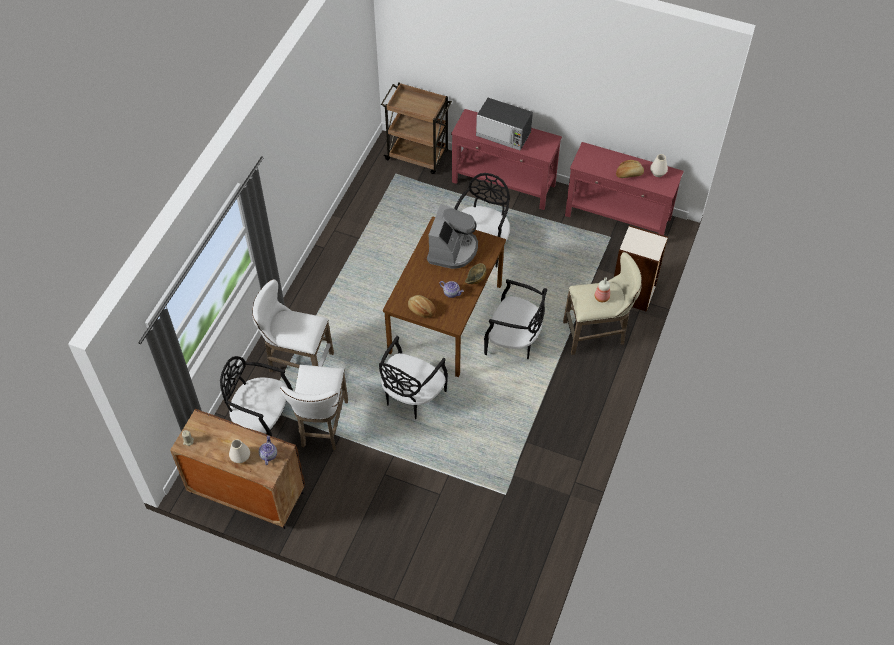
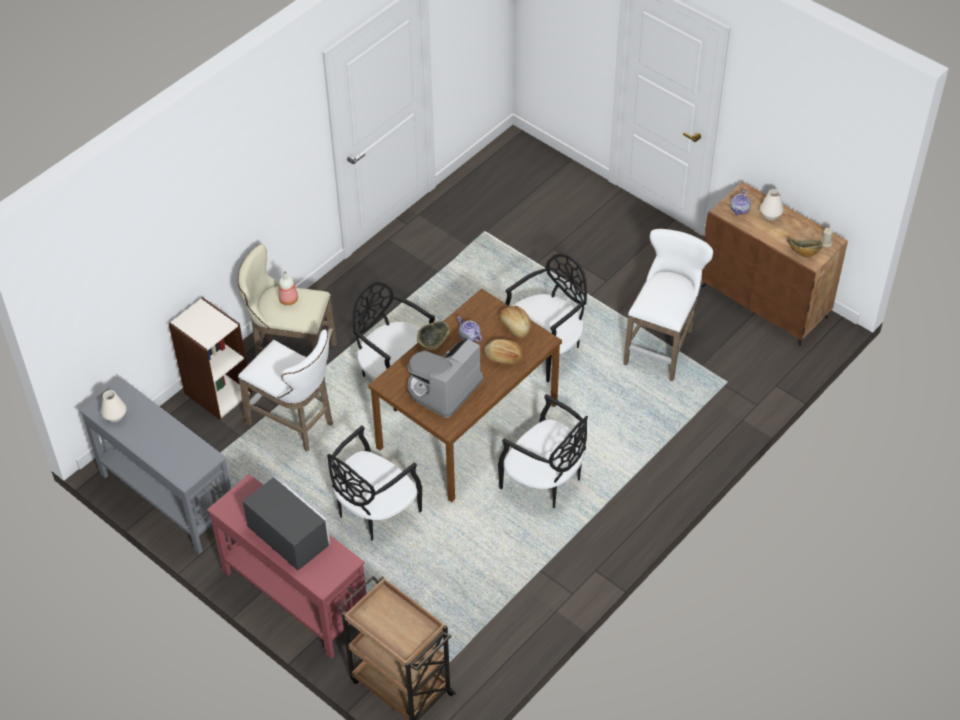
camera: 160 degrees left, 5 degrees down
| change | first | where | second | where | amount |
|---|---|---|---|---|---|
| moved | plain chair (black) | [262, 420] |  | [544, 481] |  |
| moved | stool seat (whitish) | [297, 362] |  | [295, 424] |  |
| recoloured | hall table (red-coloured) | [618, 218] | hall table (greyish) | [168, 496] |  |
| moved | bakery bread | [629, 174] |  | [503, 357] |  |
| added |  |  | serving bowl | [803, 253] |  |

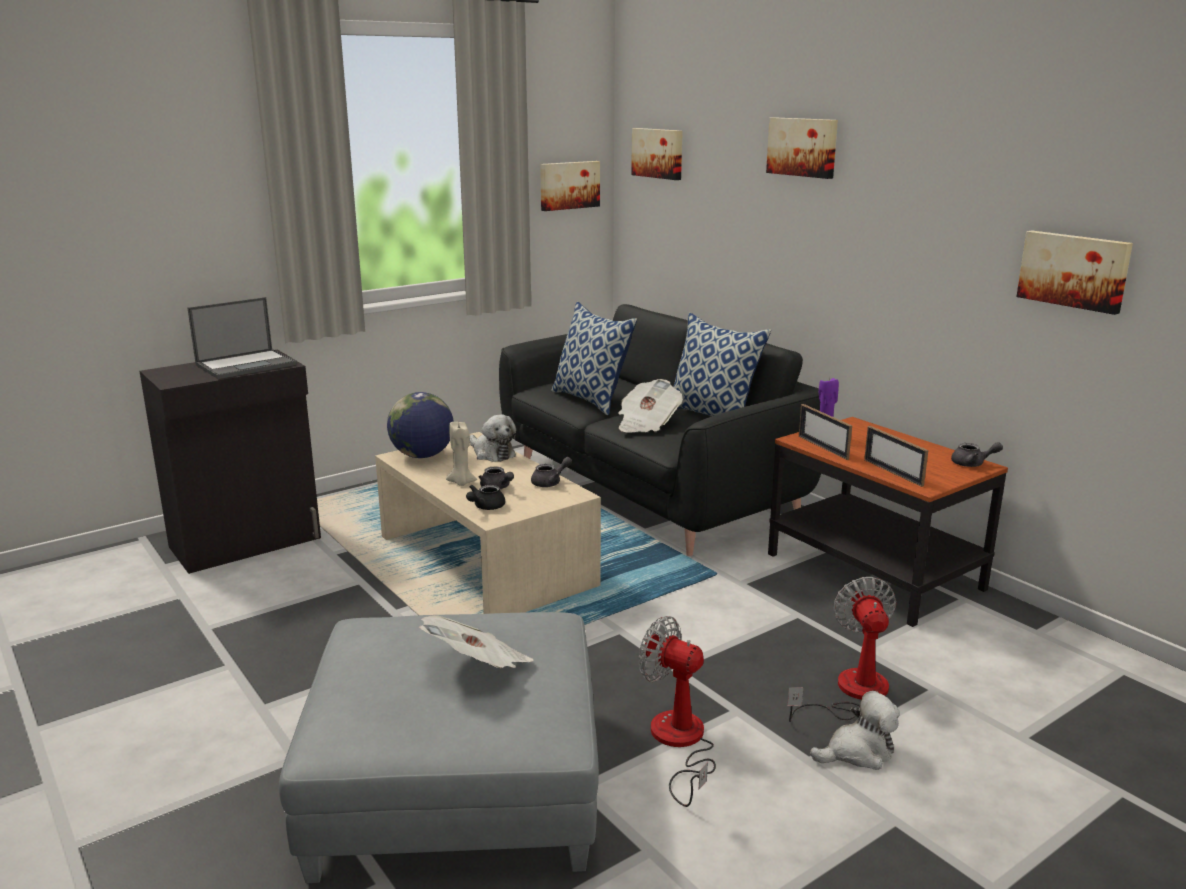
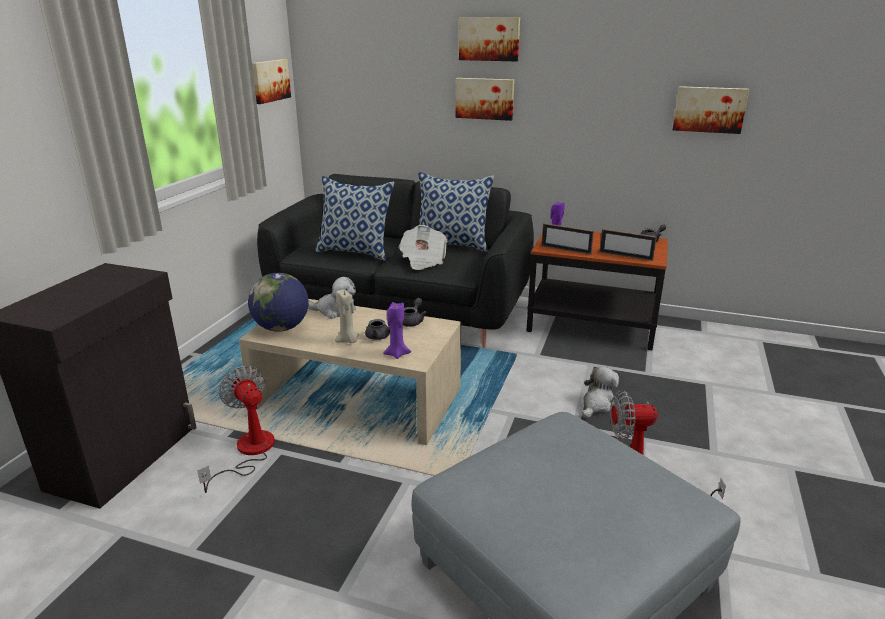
camera: 35 degrees left, 5 degrees up
| change | first | where | second | where | amount |
|---|---|---|---|---|---|
| removed | laptop | [247, 365] |  |  |  |
| removed | newspaper | [478, 667] |  |  |  |
| replaced | teapot (black) | [485, 507] | wax candle (purplish) | [397, 354] |  |
| moved | wall art | [658, 153] |  | [484, 98] |  |
| moved | electric fan | [850, 693] |  | [248, 452] |  |
| moved | soft toy | [858, 752] |  | [597, 405] |  |

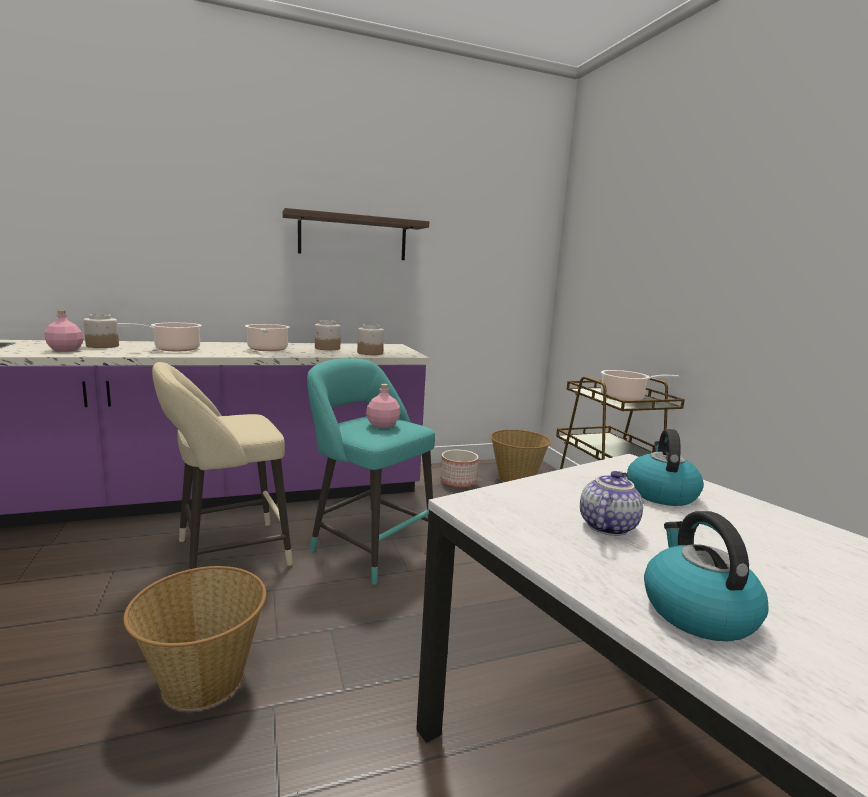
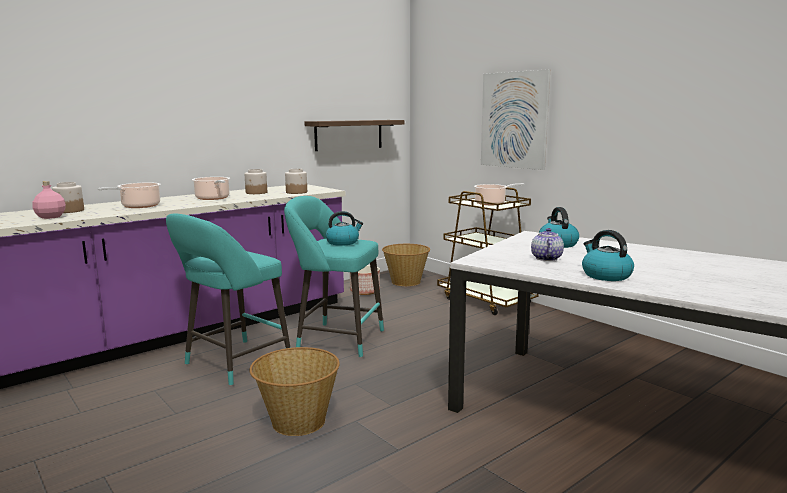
camera: 20 degrees left, 0 degrees up
| change | first | where | second | where | amount |
|---|---|---|---|---|---|
| recoloured | stool seat (beige) | [225, 554] | stool seat (blue-green) | [233, 364] |  |
| moved | shelf | [353, 237] |  | [349, 135] |  |
| replaced | bottle (pinkish) | [382, 425] | water kettle | [343, 242] |  |
| added |  |  | wall art | [514, 120] |  |

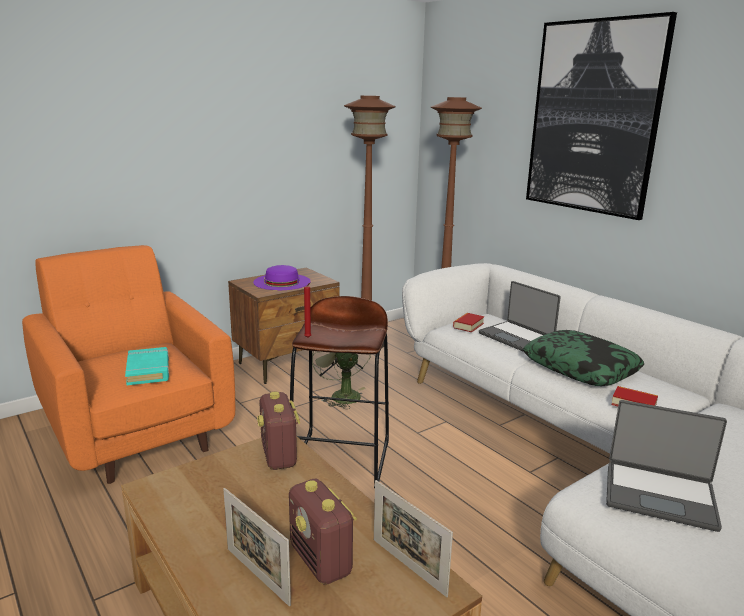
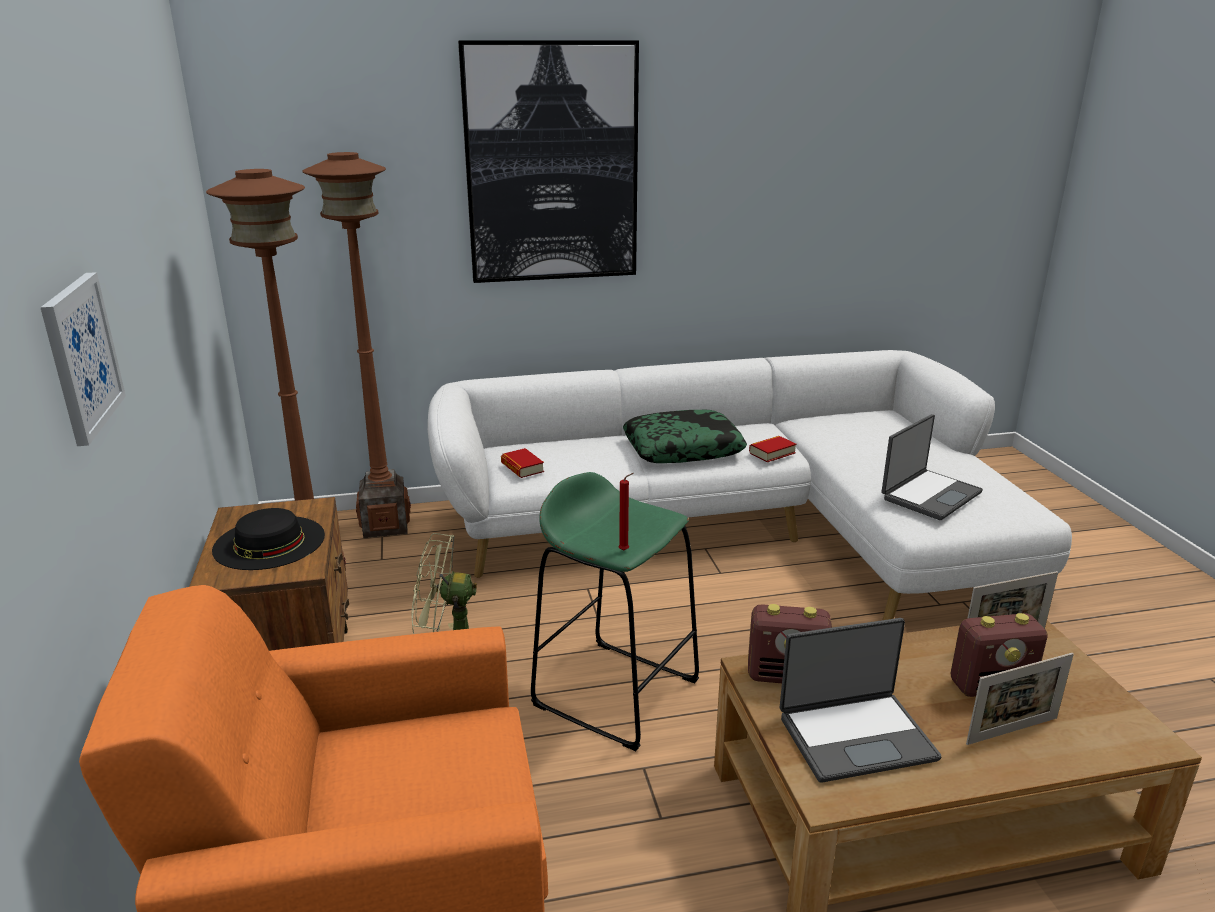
camera: 65 degrees left, 5 degrees up
| change | first | where | second | where | amount |
|---|---|---|---|---|---|
| removed | bound book (blue-green) | [148, 370] |  |  |  |
| recoloured | wearable hat (purplish) | [282, 282] | wearable hat (black) | [269, 542] |  |
| recoloured | stool seat (brown) | [341, 458] | stool seat (green-coloured) | [616, 692] |  |
| moved | laptop | [517, 337] |  | [855, 736] |  |
| added |  |  | wall art | [81, 356] |  |

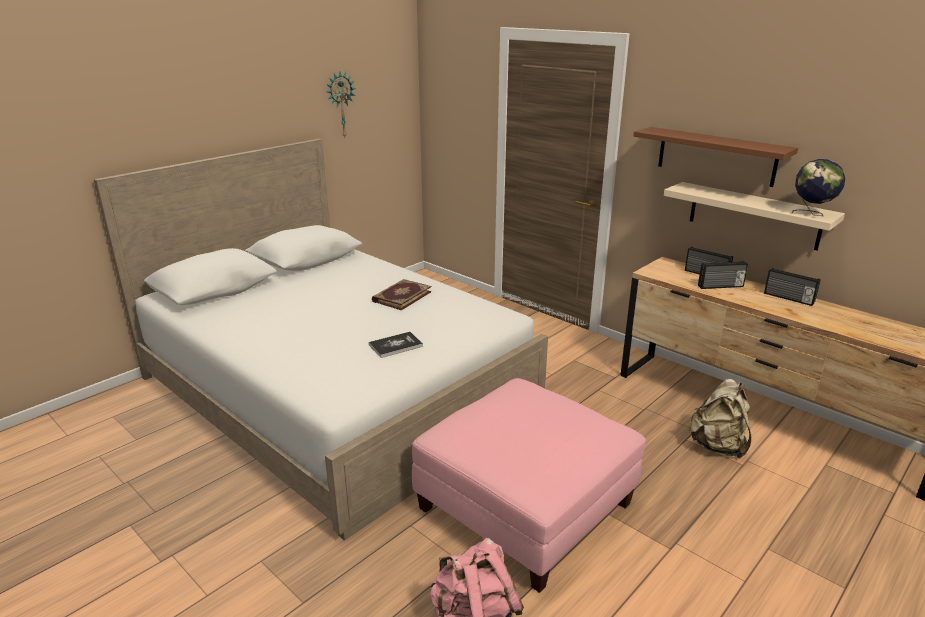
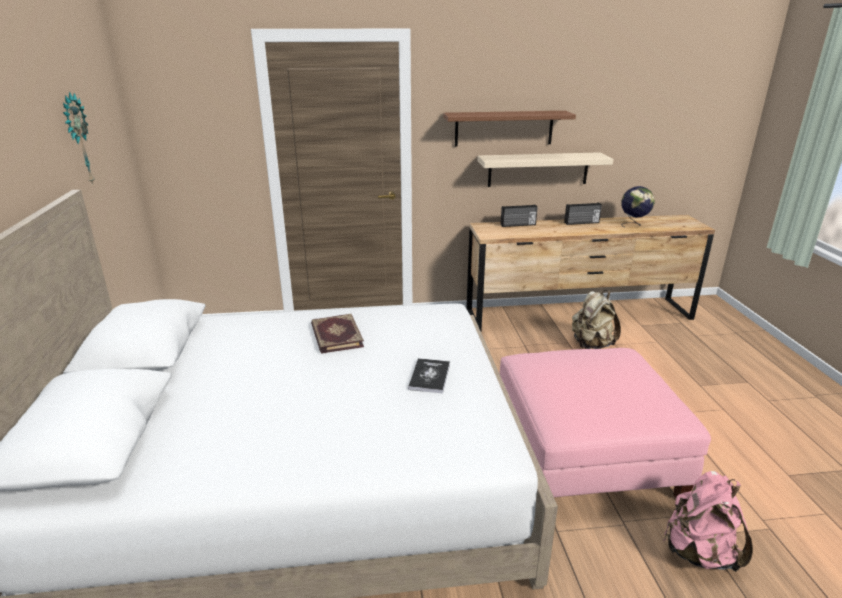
camera: 50 degrees left, 0 degrees up
| change | first | where | second | where | amount |
|---|---|---|---|---|---|
| removed | radio set | [721, 286] |  |  |  |
| moved | desk globe | [812, 214] |  | [633, 225] |  |

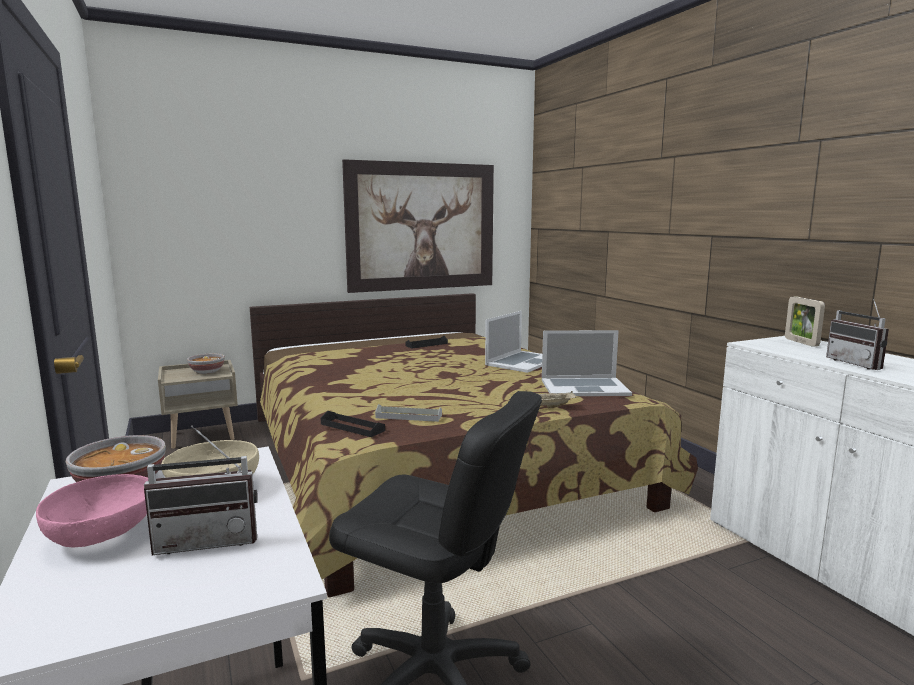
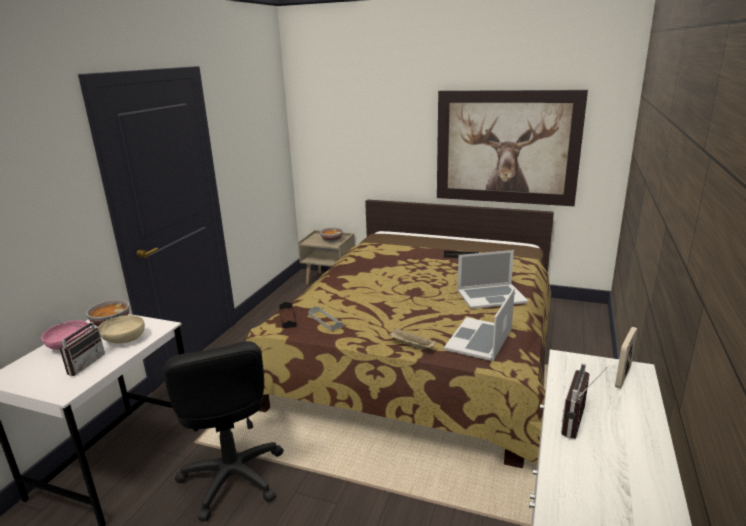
camera: 45 degrees right, 10 degrees up
| change | first | where | second | where | amount |
|---|---|---|---|---|---|
| turned | radio set | [209, 540] |  | [83, 364] | 105 degrees counterclockwise |
| turned | laptop | [584, 387] |  | [479, 339] | 75 degrees clockwise |

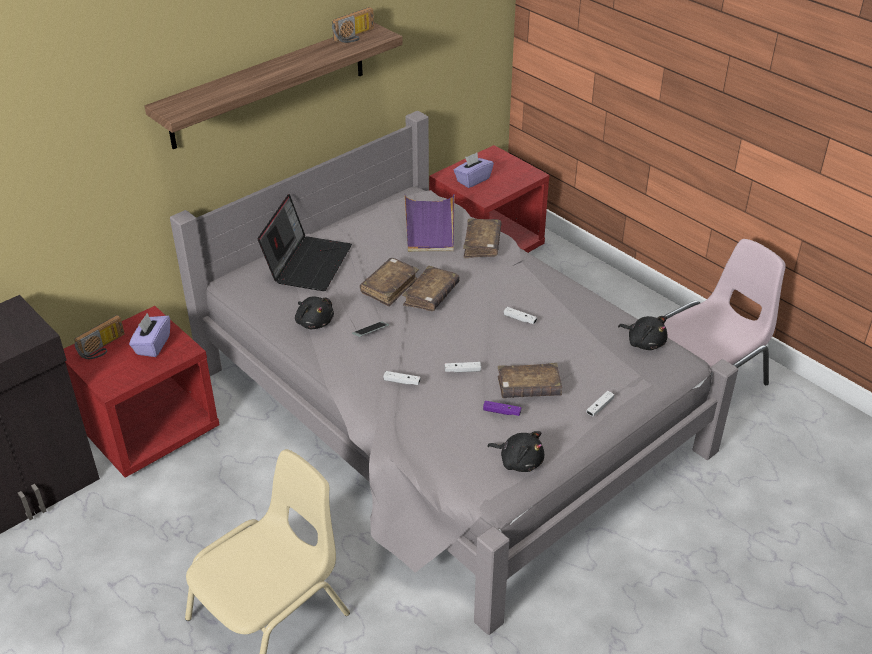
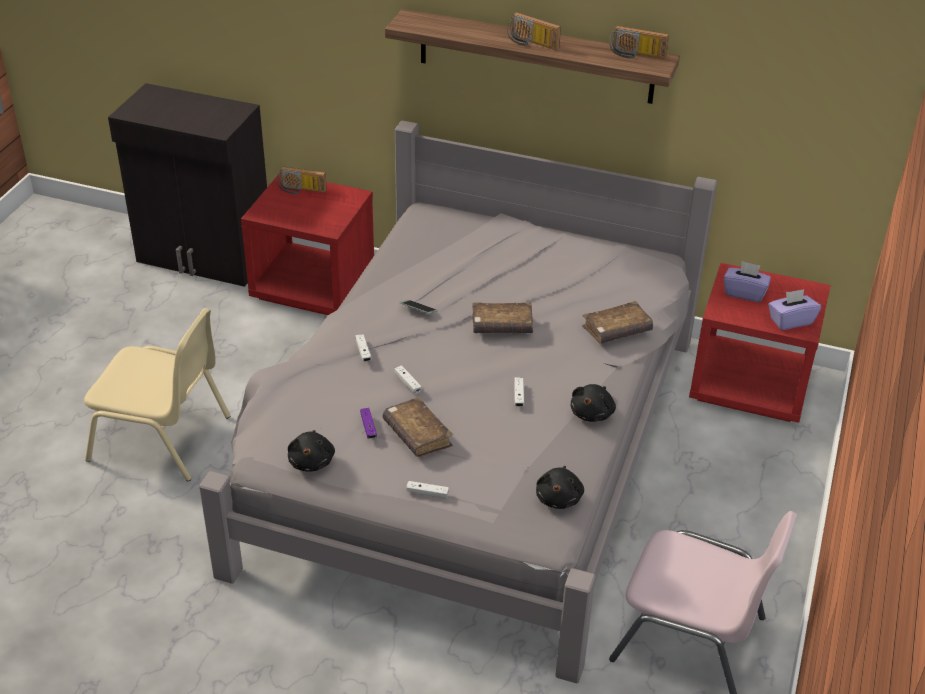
camera: 60 degrees right, 0 degrees up
| change | first | where | second | where | amount |
|---|---|---|---|---|---|
| moved | box of tissues (purplish) | [152, 345] |  | [790, 321] |  |
| removed | laptop | [308, 263] |  |  |  |
| moved | soft toy (black) | [314, 322] |  | [592, 413] |  |
| removed | bound book (brown) | [389, 287] |  |  |  |
| removed | serving tray (purplish) | [430, 226] |  |  |  |
| added |  |  | radio set | [530, 43] |  |

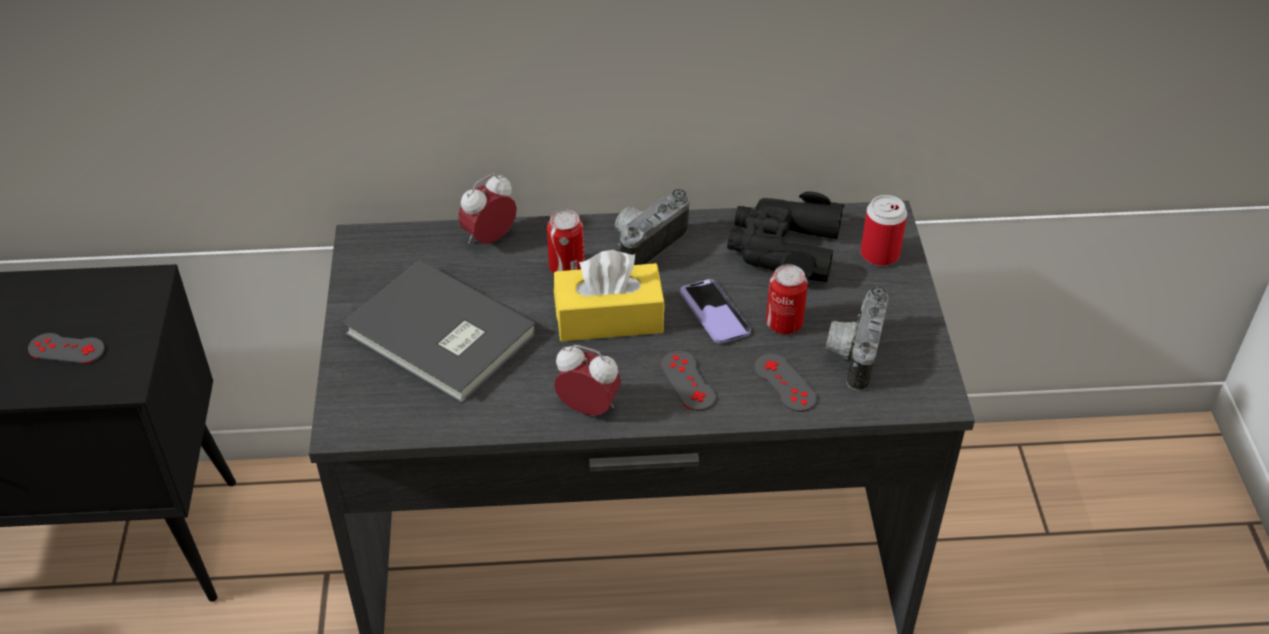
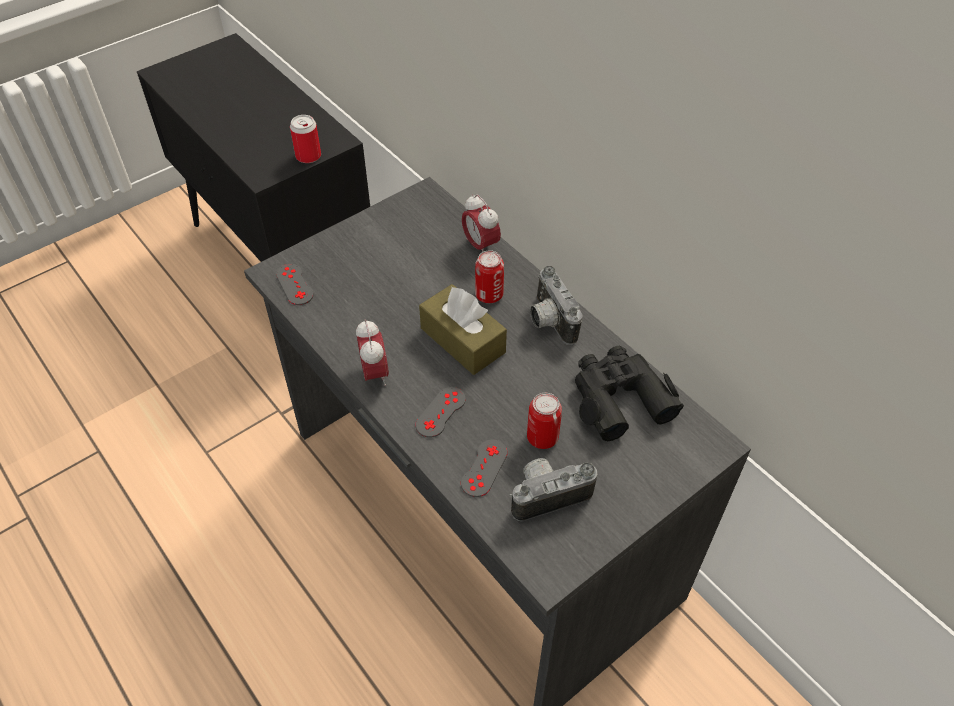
camera: 55 degrees right, 5 degrees up
| change | first | where | second | where | amount |
|---|---|---|---|---|---|
| moved | game controller (greyish) | [66, 349] |  | [294, 284] |  |
| removed | bound book (greyish) | [439, 337] |  |  |  |
| turned | alarm clock | [490, 238] |  | [480, 245] | 135 degrees counterclockwise |
| recoloured | box of tissues (yellowish) | [609, 318] | box of tissues (brown) | [462, 340] |  |
| turned | still camera | [645, 244] |  | [548, 321] | 120 degrees counterclockwise |
| removed | phone | [714, 313] |  |  |  |
| moved | sealed can | [879, 254] |  | [308, 156] |  |

